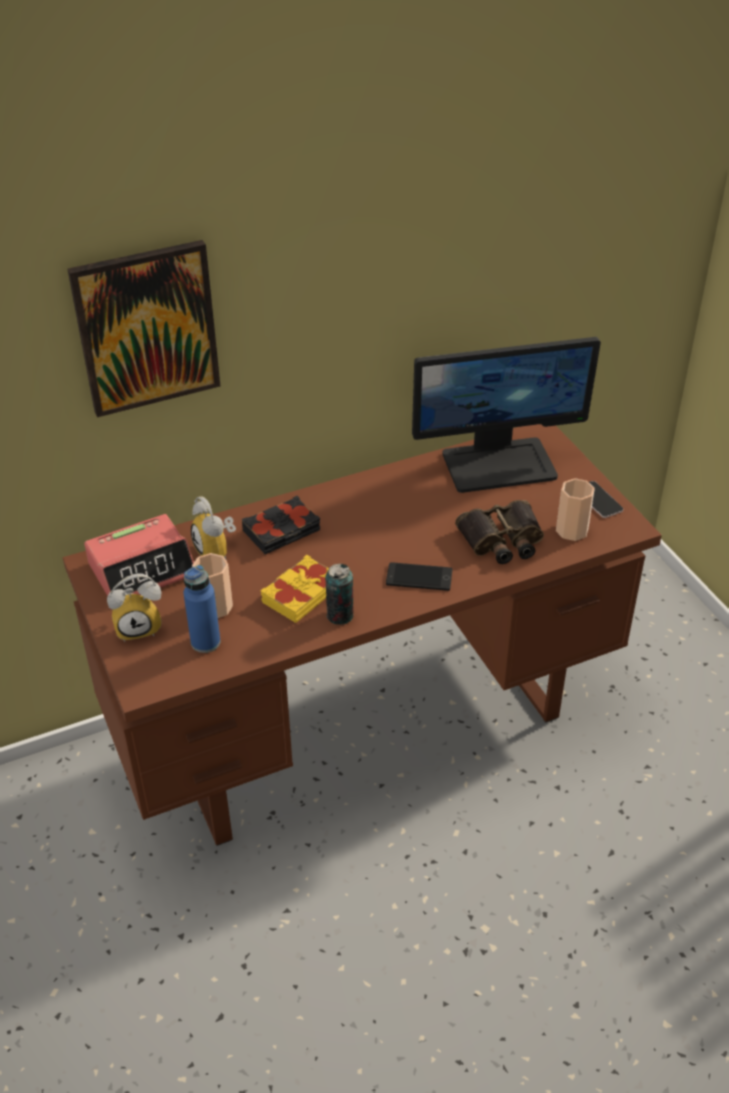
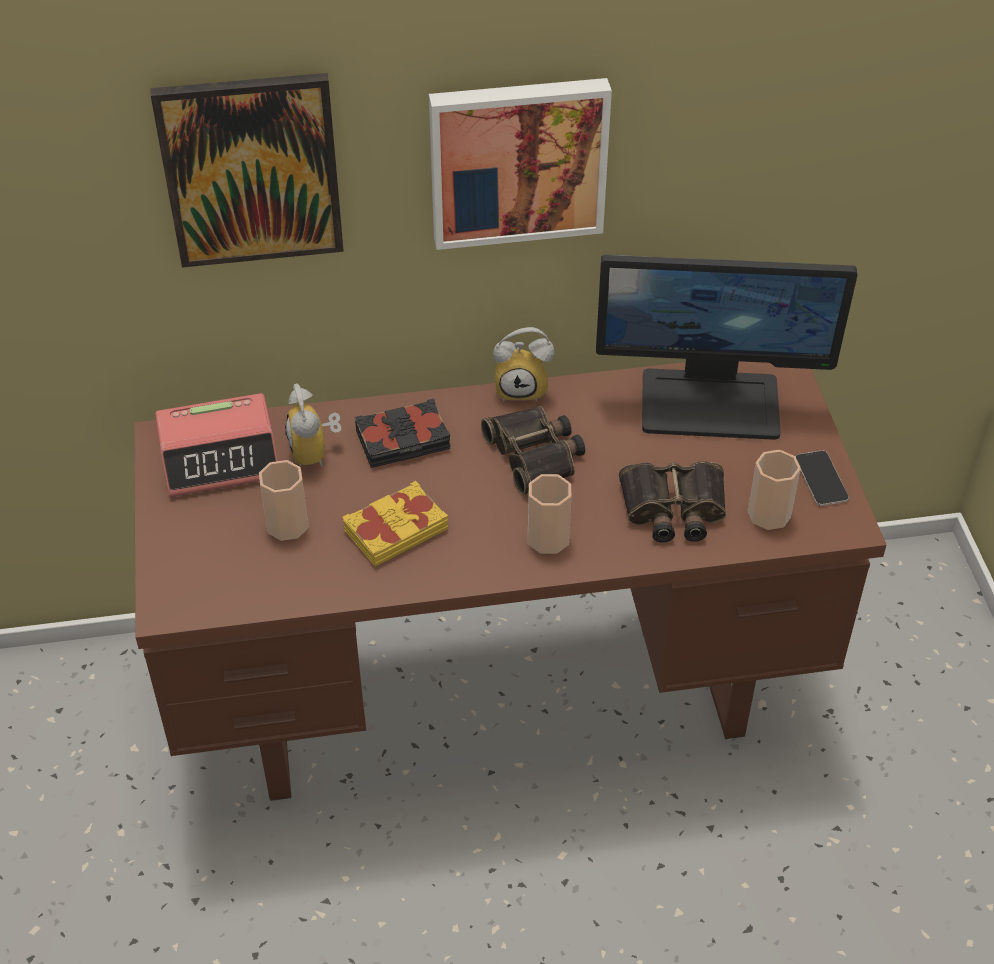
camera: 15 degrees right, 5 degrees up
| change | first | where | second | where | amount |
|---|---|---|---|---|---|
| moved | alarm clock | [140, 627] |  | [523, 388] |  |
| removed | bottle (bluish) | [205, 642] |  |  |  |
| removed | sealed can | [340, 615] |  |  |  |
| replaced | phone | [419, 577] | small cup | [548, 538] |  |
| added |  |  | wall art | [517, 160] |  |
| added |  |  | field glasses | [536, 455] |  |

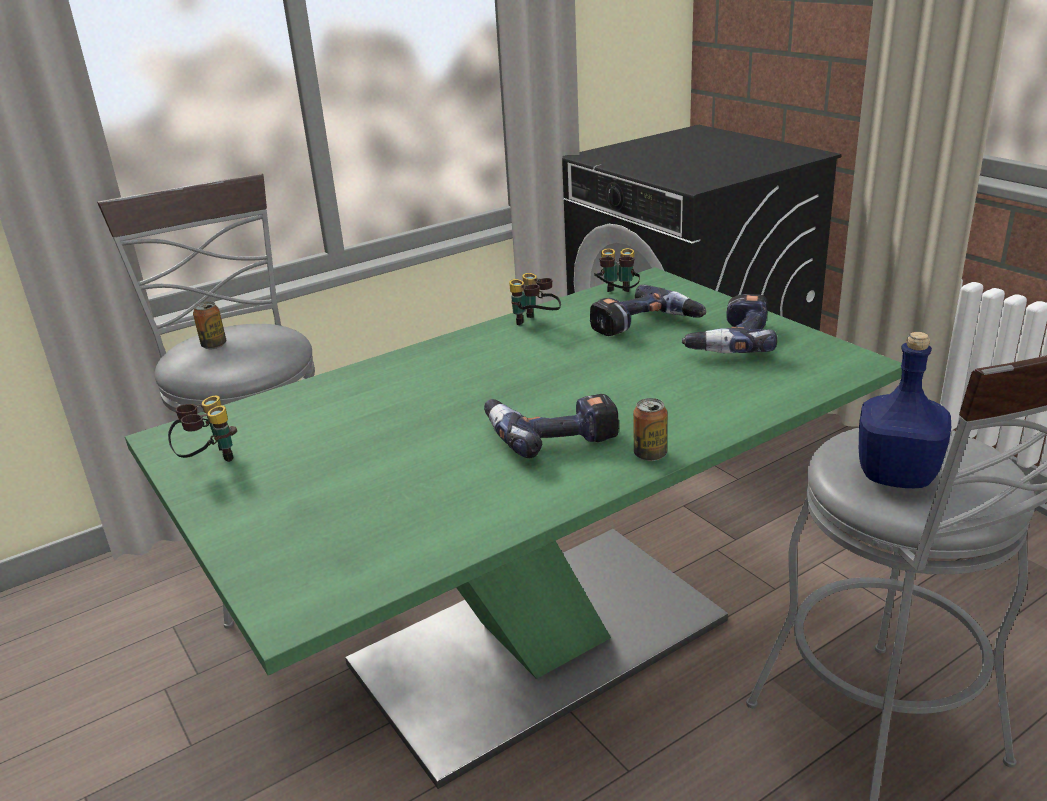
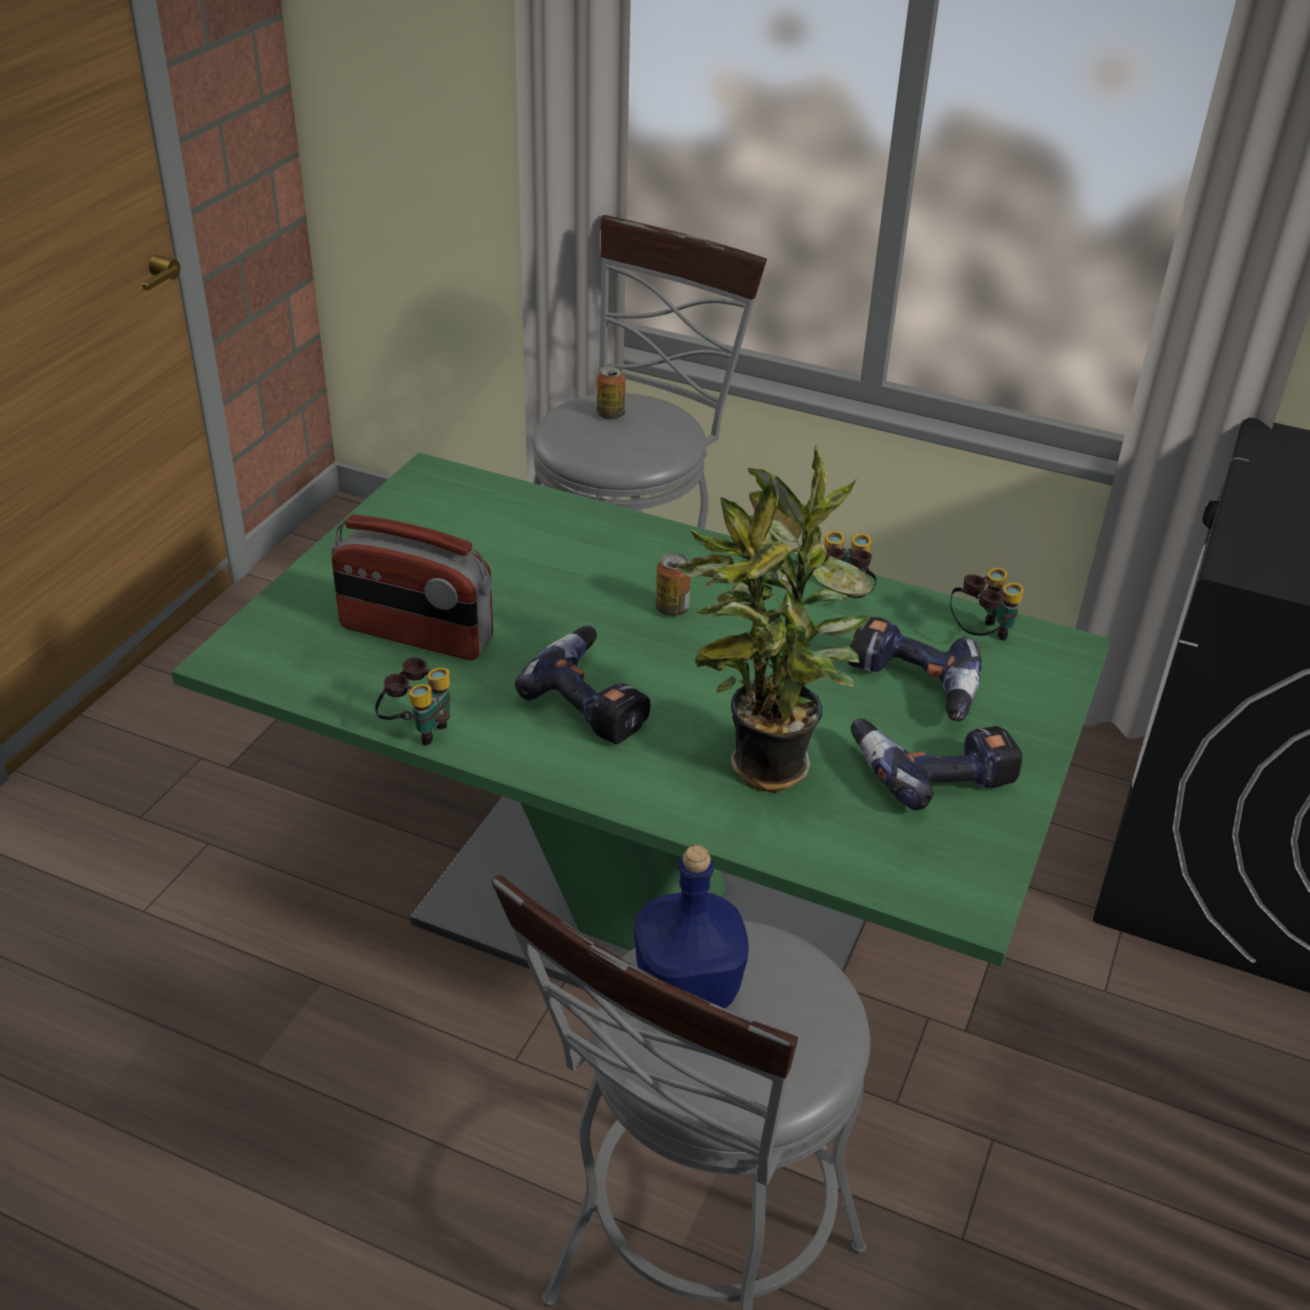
camera: 55 degrees right, 10 degrees up
| change | first | where | second | where | amount |
|---|---|---|---|---|---|
| moved | field glasses | [209, 460] |  | [418, 728] |  |
| moved | sealed can | [650, 454] |  | [672, 609] |  |
| added |  |  | radio set | [415, 635] |  |
| added |  |  | houseplant | [763, 771] |  |

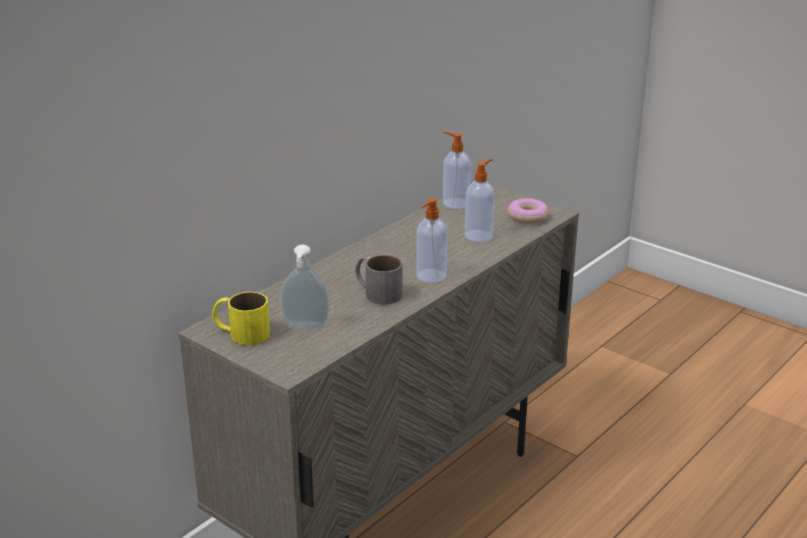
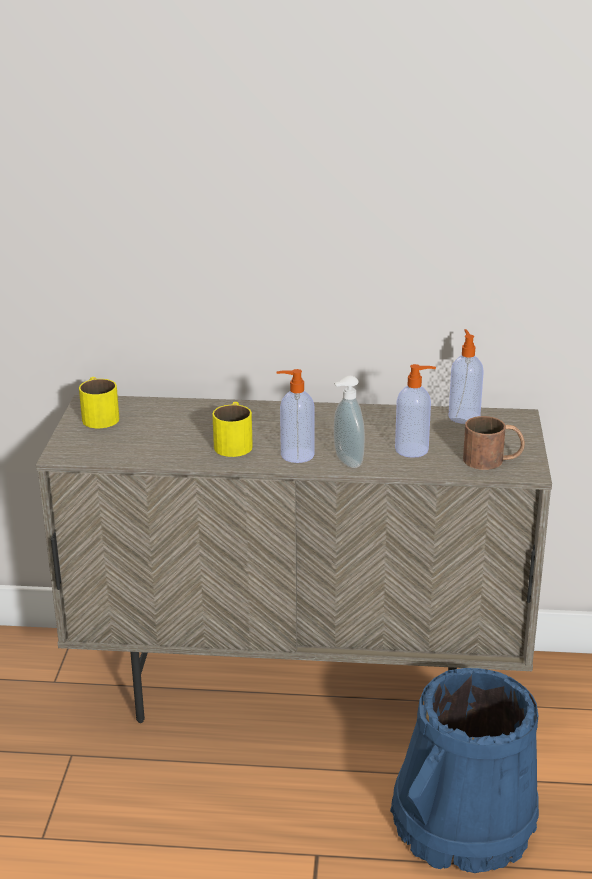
camera: 55 degrees right, 0 degrees up
| change | first | where | second | where | amount |
|---|---|---|---|---|---|
| moved | soap bottle | [305, 328] |  | [346, 462] |  |
| recoloured | mug (greyish) | [377, 292] | mug (yellowish) | [234, 442] |  |
| replaced | ring doughnut | [527, 217] | mug (brown) | [493, 460] |  |
| added |  |  | water bucket (bluish) | [463, 821] |  |

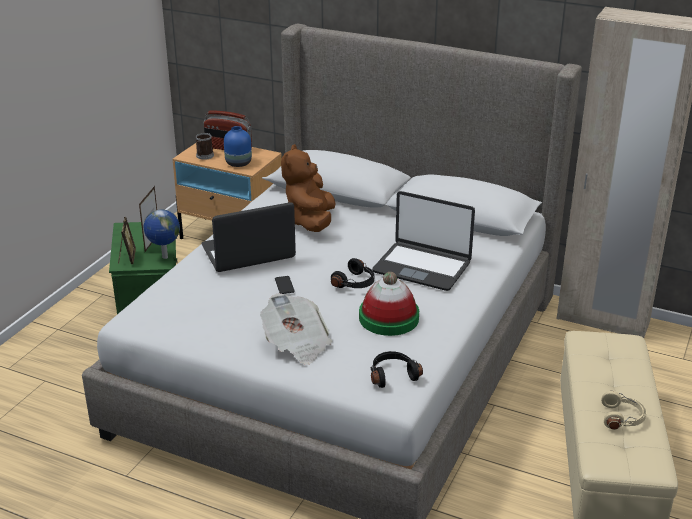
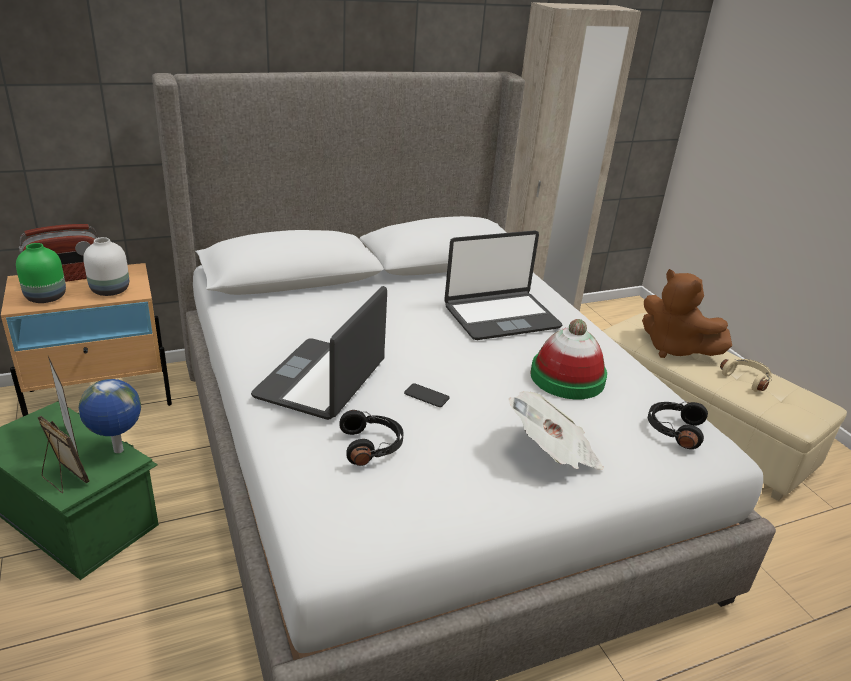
camera: 50 degrees left, 0 degrees up
| change | first | where | second | where | amount |
|---|---|---|---|---|---|
| replaced | mug | [204, 156] | flower vase (green-coloured) | [47, 297] |  |
| recoloured | flower vase (bluish) | [238, 163] | flower vase (whitish) | [110, 290] |  |
| moved | soft toy (brown) | [310, 222] |  | [673, 348] |  |
| moved | headset (black) | [355, 283] |  | [372, 446] |  |

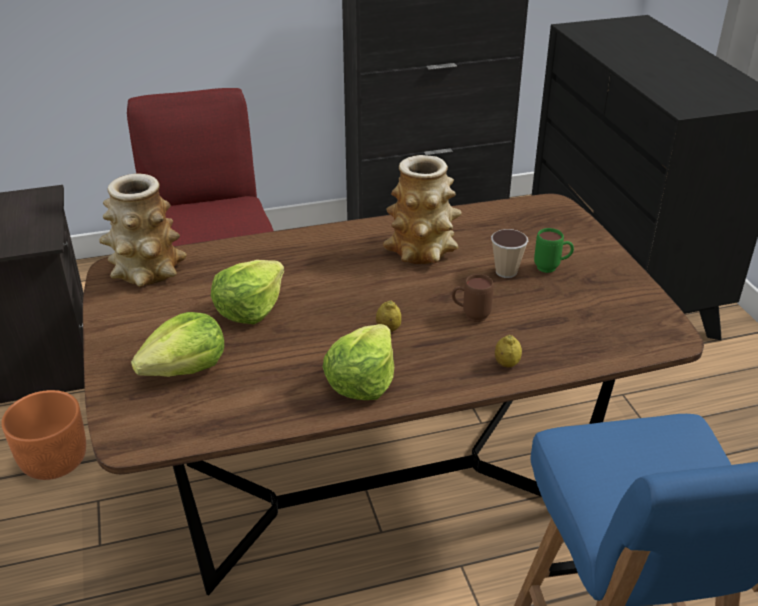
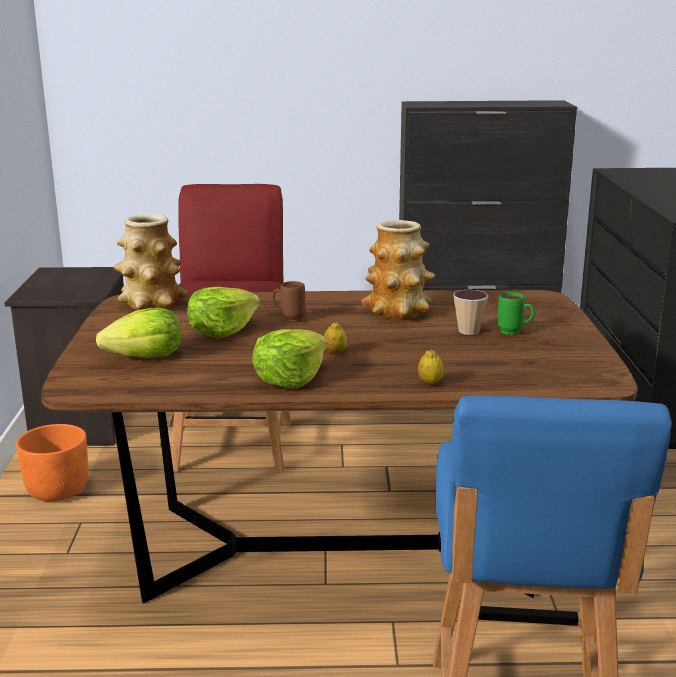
camera: 15 degrees right, 15 degrees down
| change | first | where | second | where | amount |
|---|---|---|---|---|---|
| moved | mug (brown) | [470, 316] |  | [288, 319] |  |

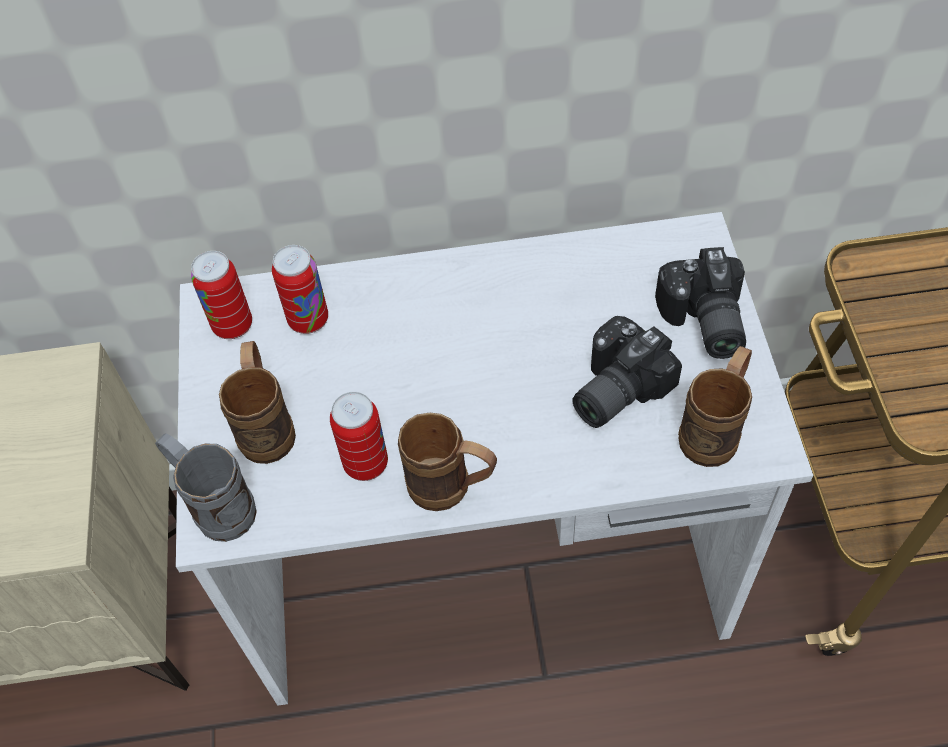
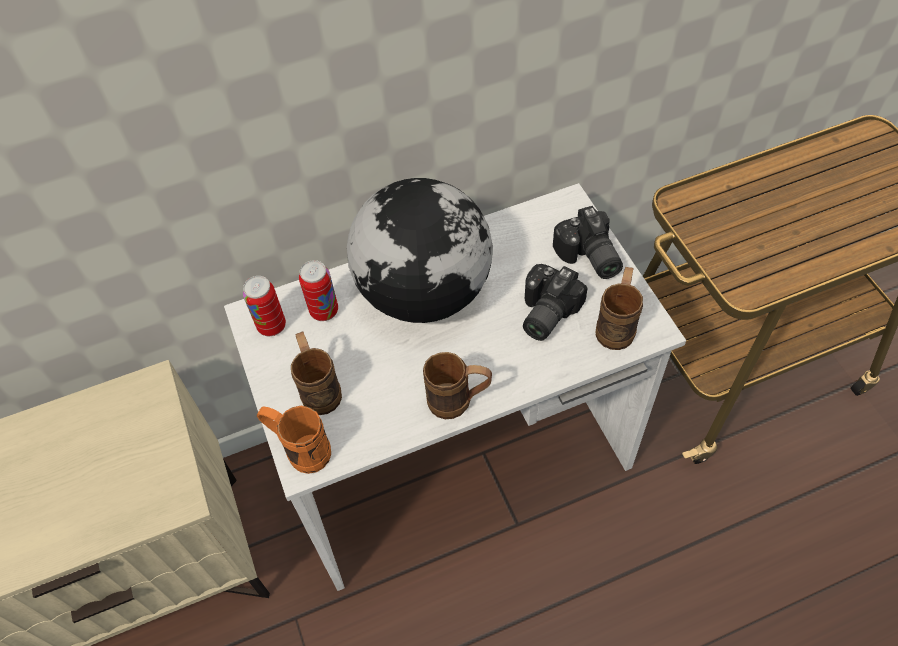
camera: 15 degrees left, 0 degrees up
| change | first | where | second | where | amount |
|---|---|---|---|---|---|
| recoloured | mug (greyish) | [216, 505] | mug (orangey) | [300, 450] |  |
| removed | sealed can | [366, 463] |  |  |  |
| added |  |  | desk globe | [425, 291] |  |

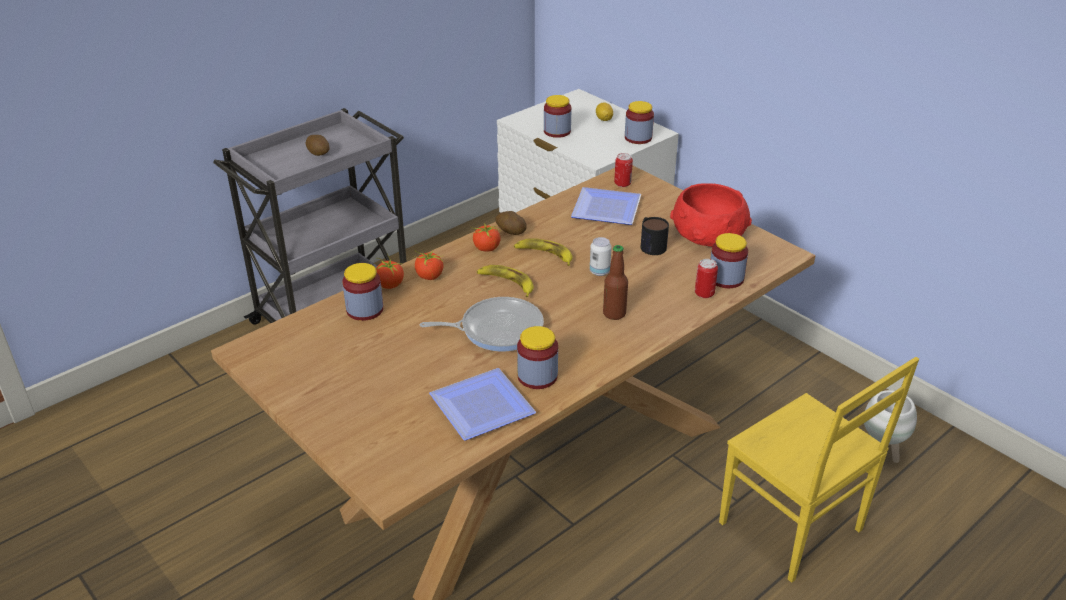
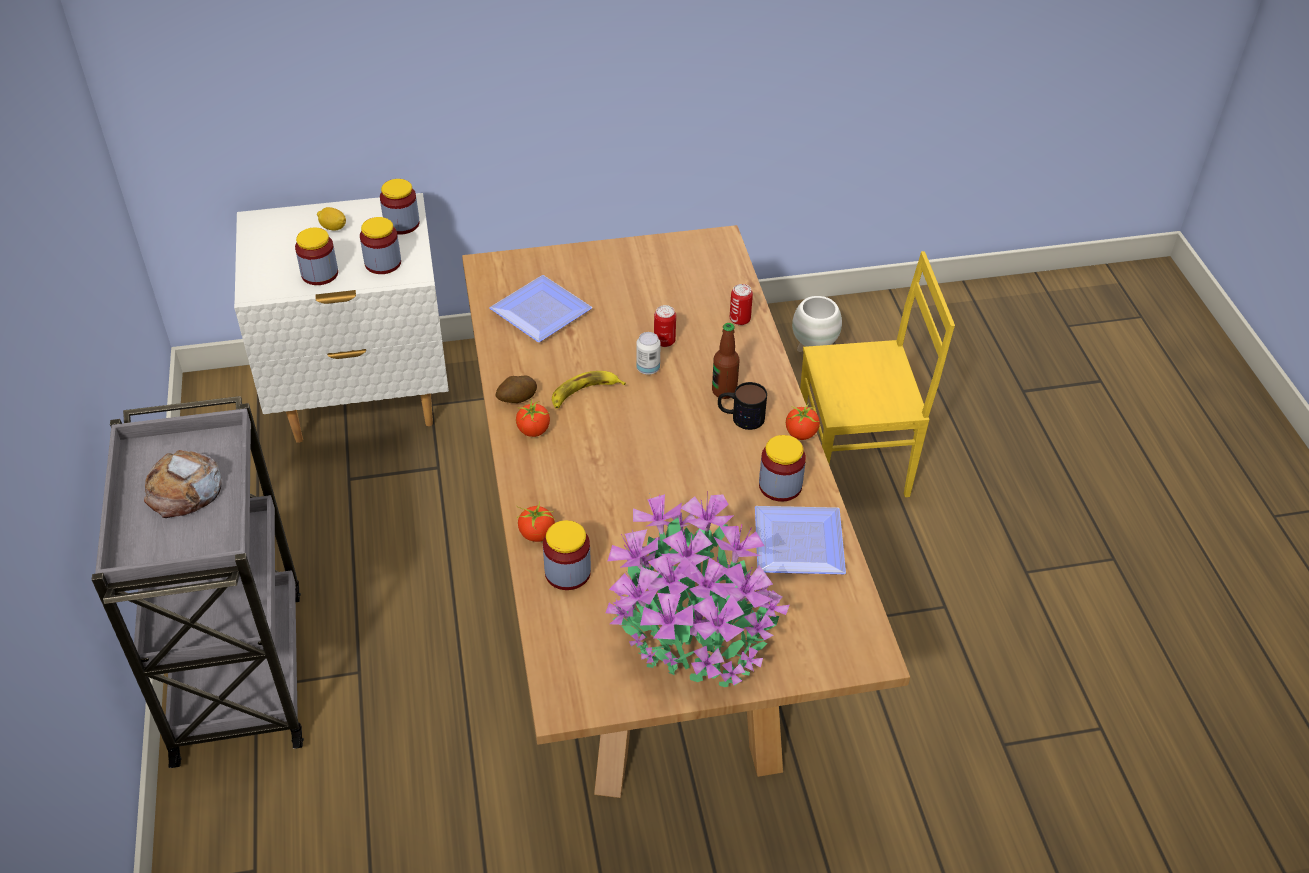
camera: 60 degrees left, 10 degrees up
| change | first | where | second | where | amount |
|---|---|---|---|---|---|
| replaced | spud | [319, 153] | bakery bread | [184, 489] |  |
| moved | tomato | [429, 276] |  | [801, 434] |  |
| removed | skillet | [497, 329] |  |  |  |
| removed | banana | [507, 283] |  |  |  |
| moved | sealed can | [622, 184] |  | [664, 341] |  |
| moved | mug | [650, 244] |  | [740, 417] |  |
| removed | serving bowl (red-coloured) | [708, 233] |  |  |  |
| moved | preserve jar | [726, 278] |  | [383, 263] |  |
| added |  |  | houseplant | [692, 629] |  |

